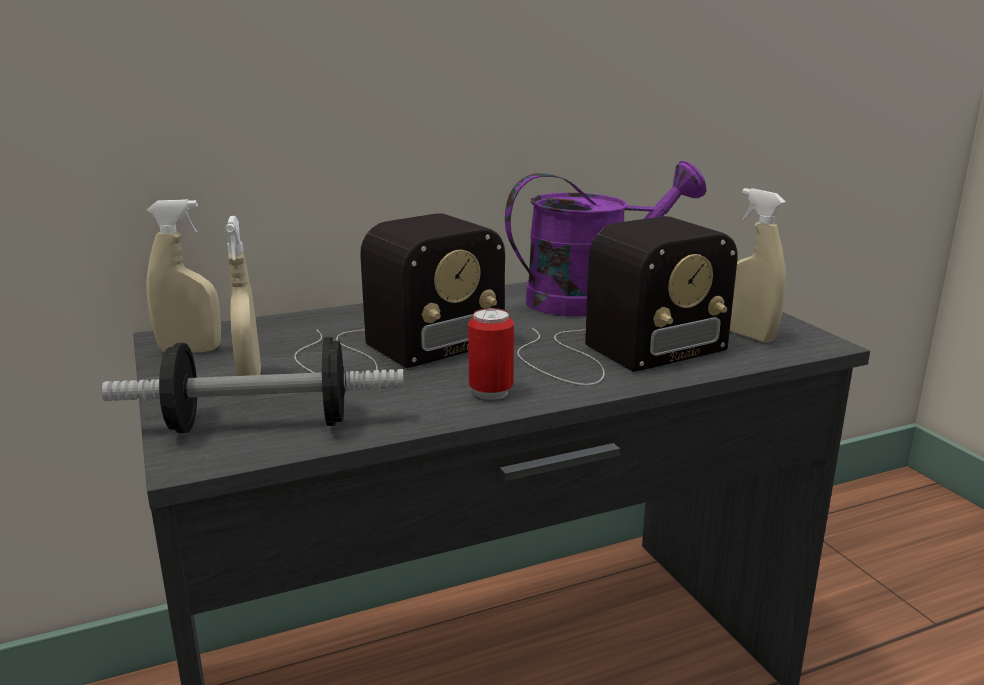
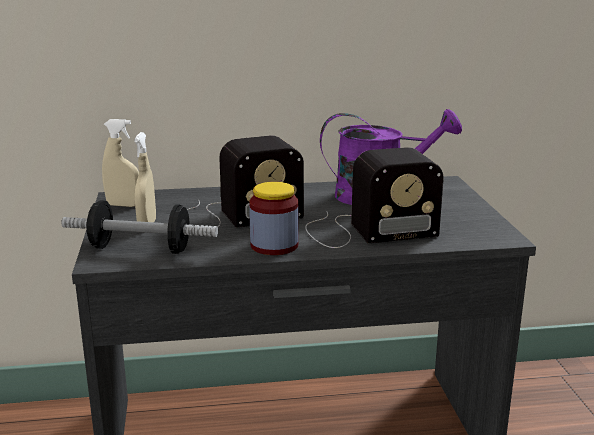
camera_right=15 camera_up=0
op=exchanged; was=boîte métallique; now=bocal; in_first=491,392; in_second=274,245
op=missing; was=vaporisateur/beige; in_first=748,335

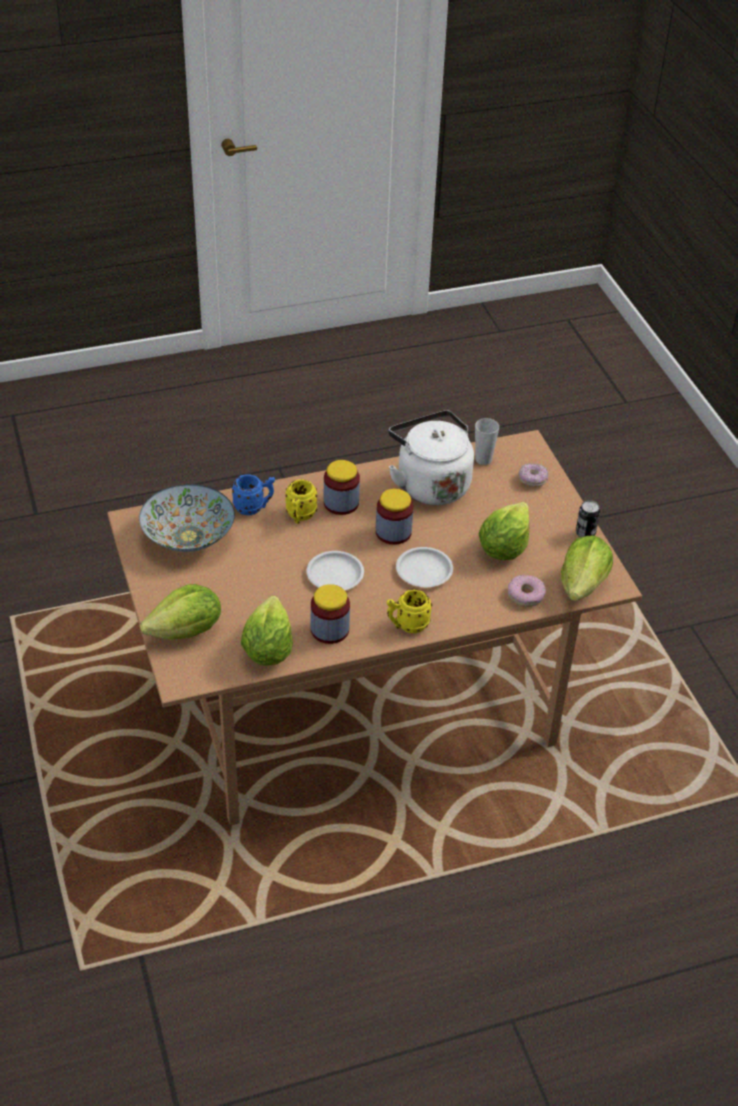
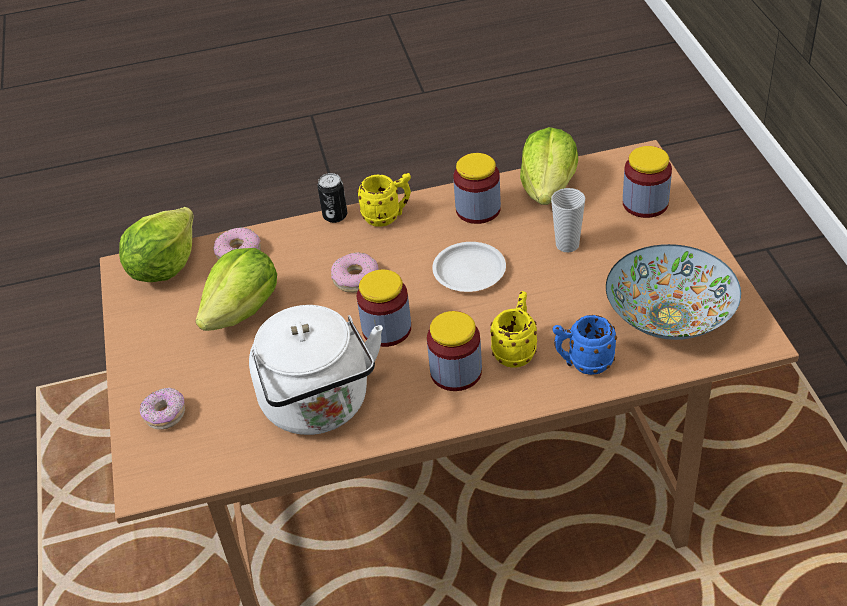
camera_right=-170 camera_up=0
op=relocated; was=boîte métallique; in_first=585,533; in_second=335,216
op=exchanged; was=assiette/blanc; now=beignet; in_first=424,571; in_second=355,278
op=relocated; was=tasse; in_first=483,459; in_second=567,245
op=exchanged; was=laitue; now=bocal; in_first=187,631; in_second=645,203

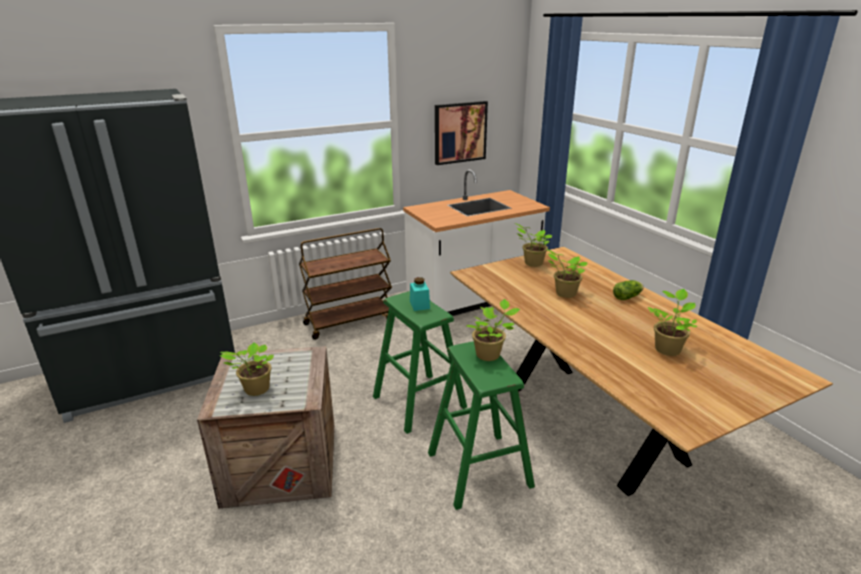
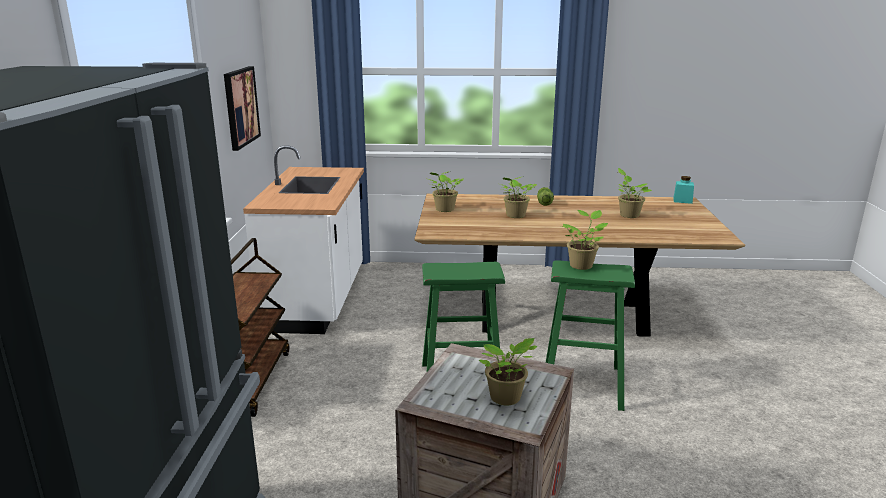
camera_right=-60 camera_up=-5
op=relocated; was=bocal/turquoise; in_first=419,305; in_second=682,201

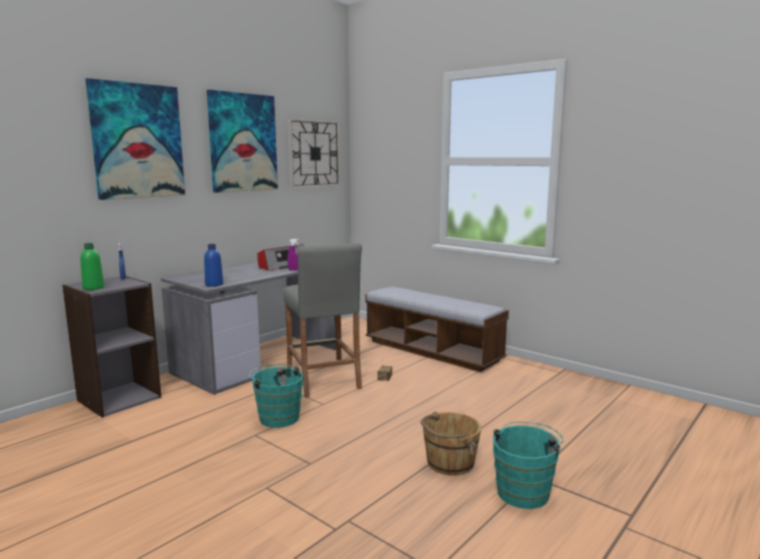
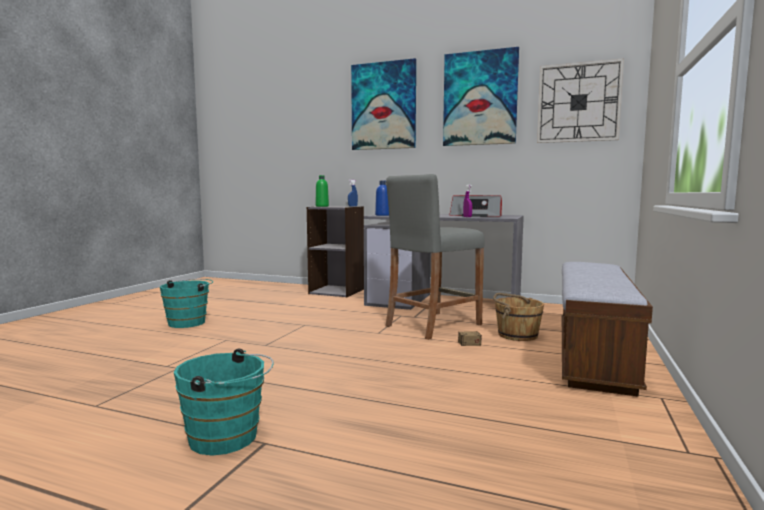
camera_right=70 camera_up=-5
op=relocated; was=seau/turquoise; in_first=277,417; in_second=189,322
op=relocated; was=seau/marron; in_first=449,463; in_second=517,335

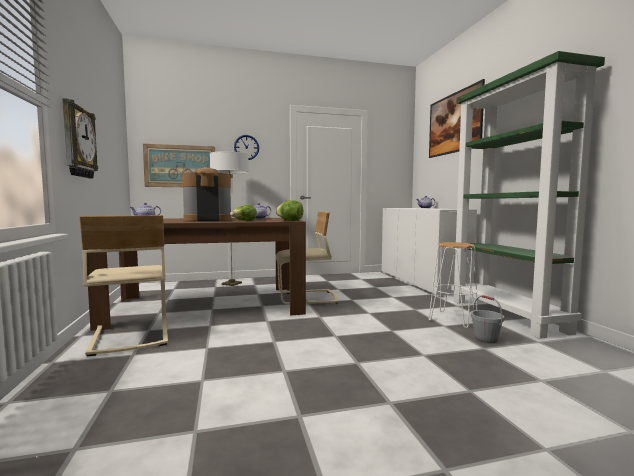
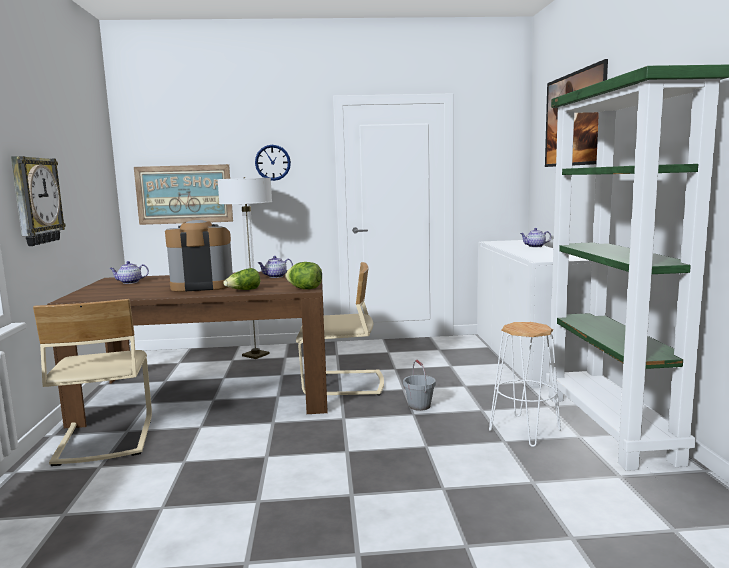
camera_right=10 camera_up=5
op=relocated; was=seau/gris; in_first=486,339; in_second=419,406

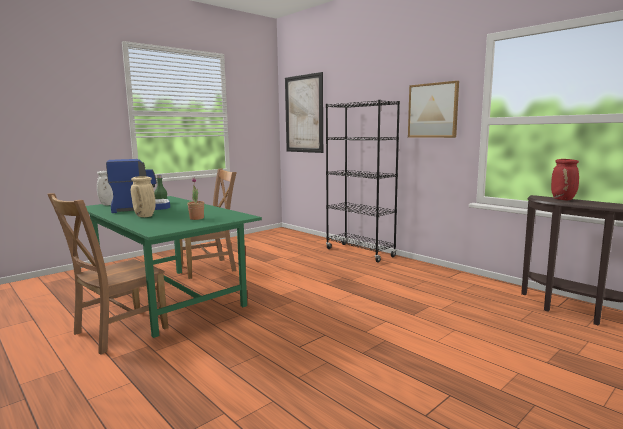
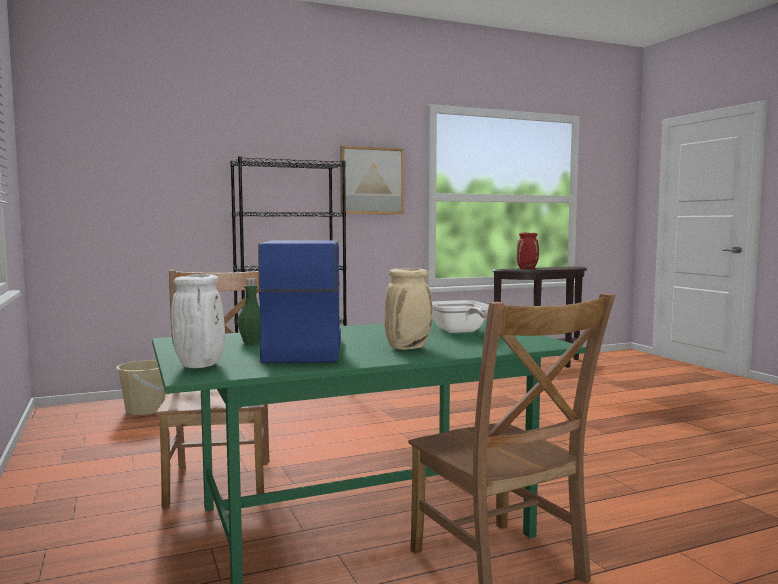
camera_right=-70 camera_up=-5
op=appeared; now=seau/beige; in_second=145,410
op=exchanged; was=plante en pot; now=poêle; in_first=196,218; in_second=459,332
op=missing; was=tableau; in_first=303,114

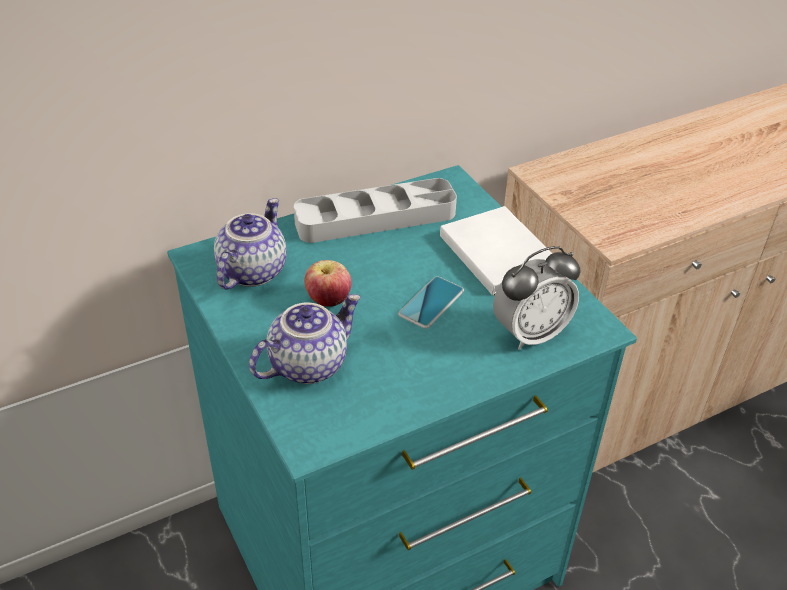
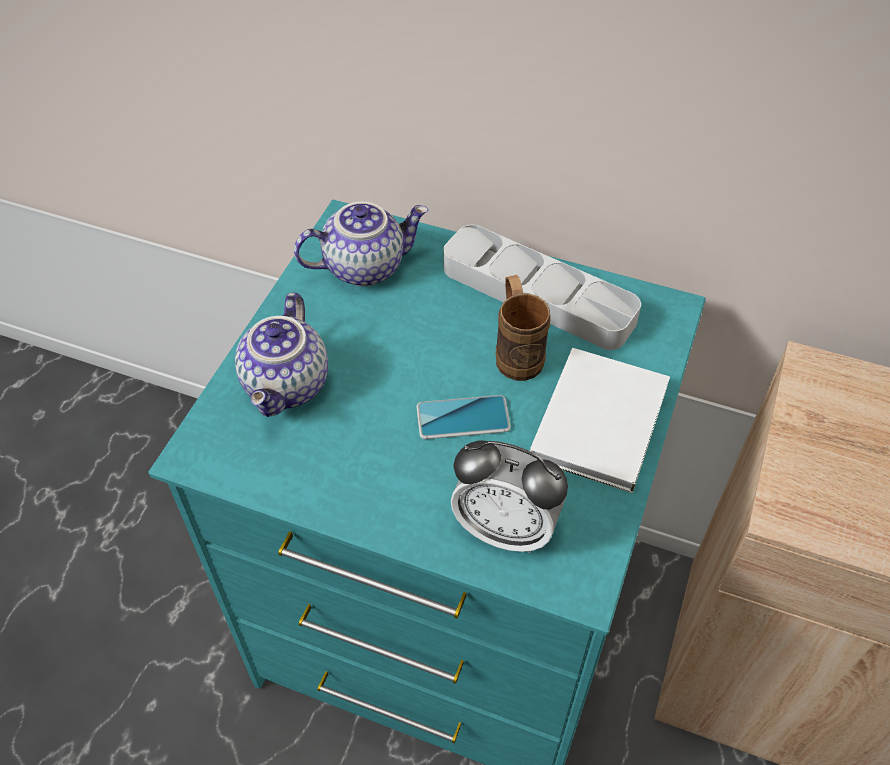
camera_right=50 camera_up=10
op=spun; was=théière; in_first=308,363; in_second=288,386; clockwise=90
op=appeared; now=mug/marron; in_second=516,352
op=missing; was=pomme; in_first=328,300

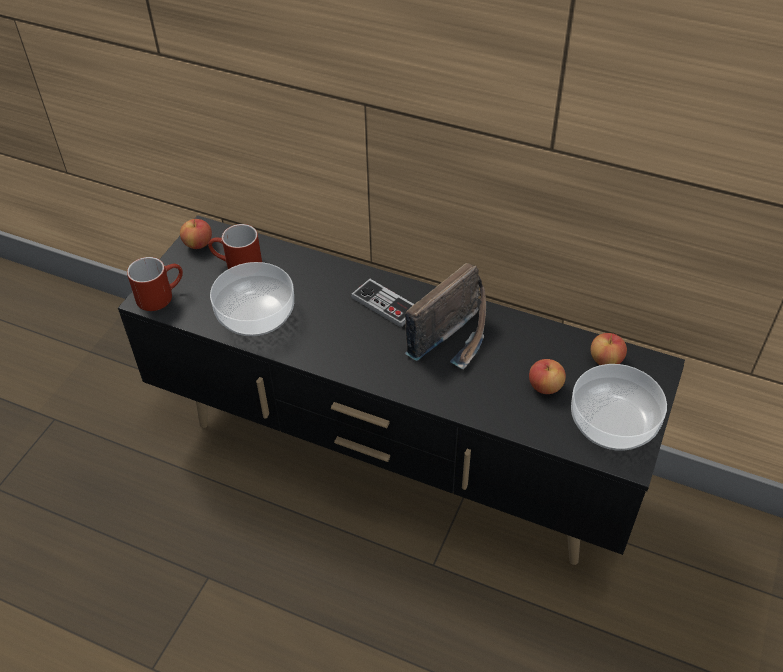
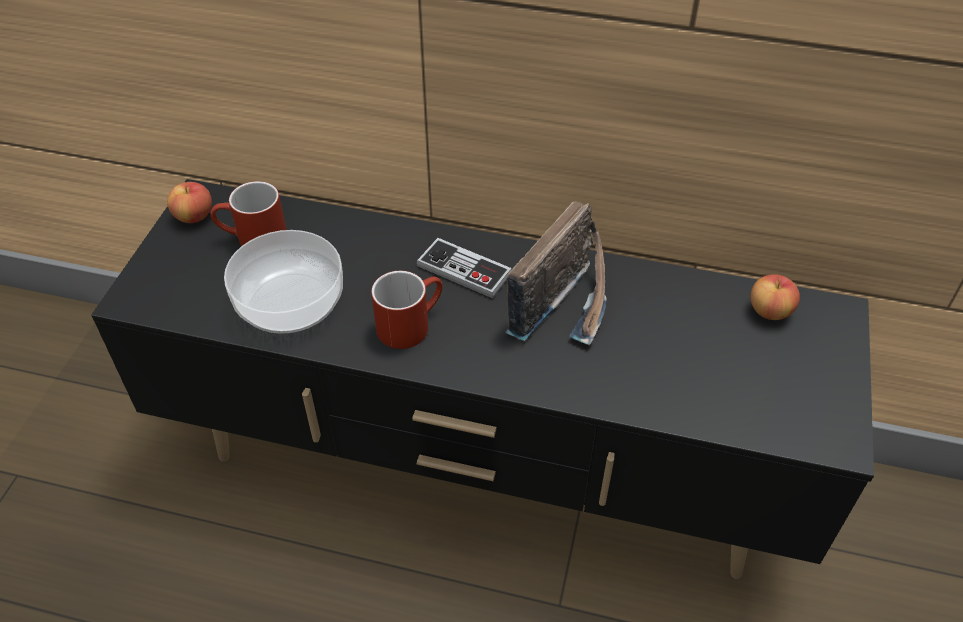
camera_right=-10 camera_up=0
op=relocated; was=mug/rouge; in_first=161,295; in_second=410,323
op=missing; was=pomme; in_first=545,386
op=missing; was=bol; in_first=611,422

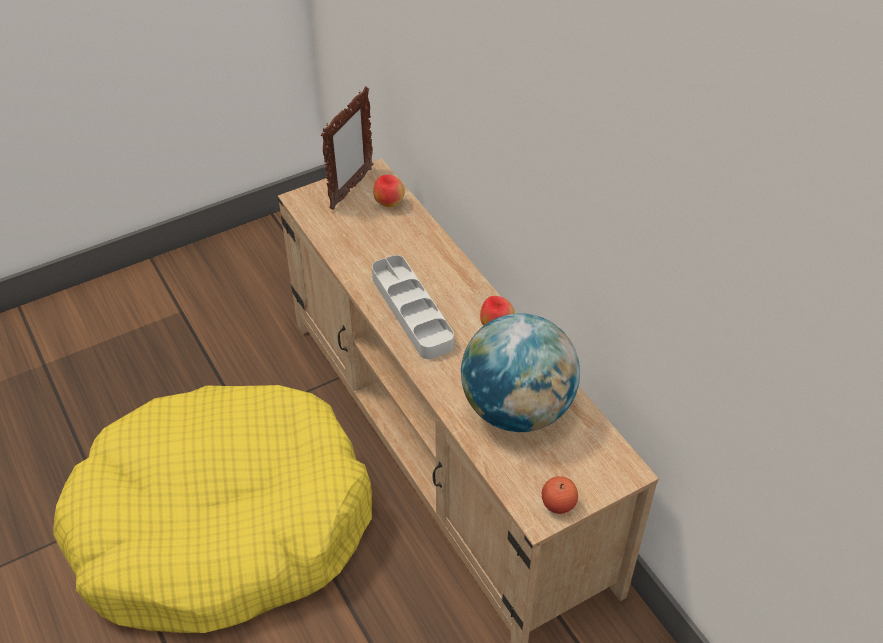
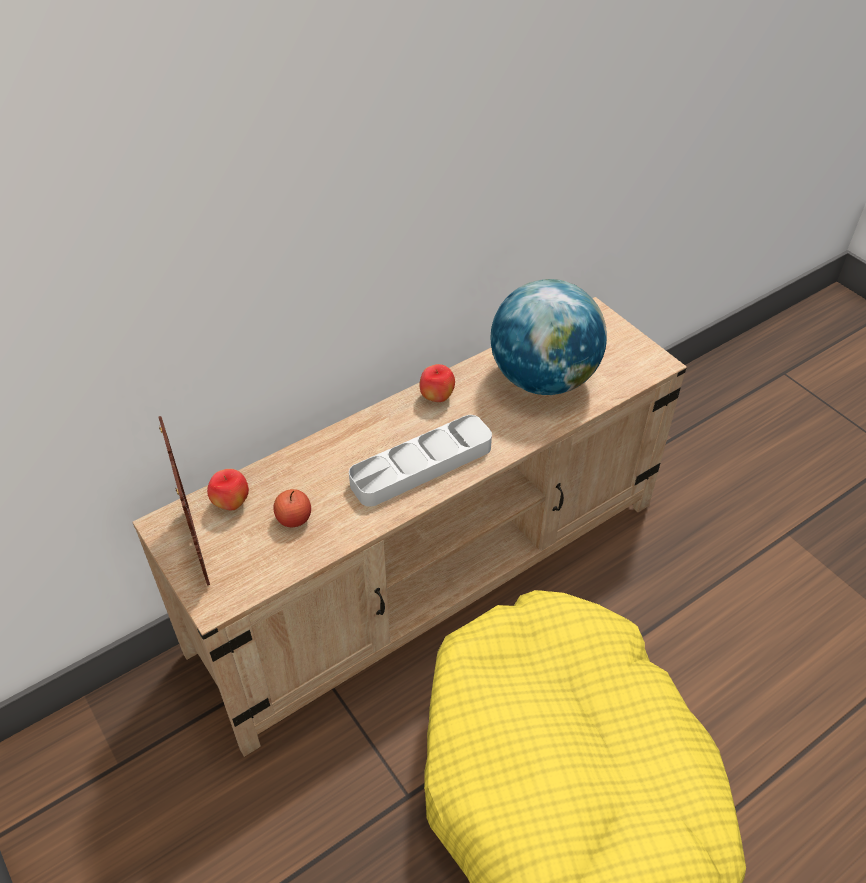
camera_right=-95 camera_up=0
op=spun; was=cadre photo; in_first=351,189; in_second=197,547; clockwise=45
op=relocated; was=pomme; in_first=558,504; in_second=294,518

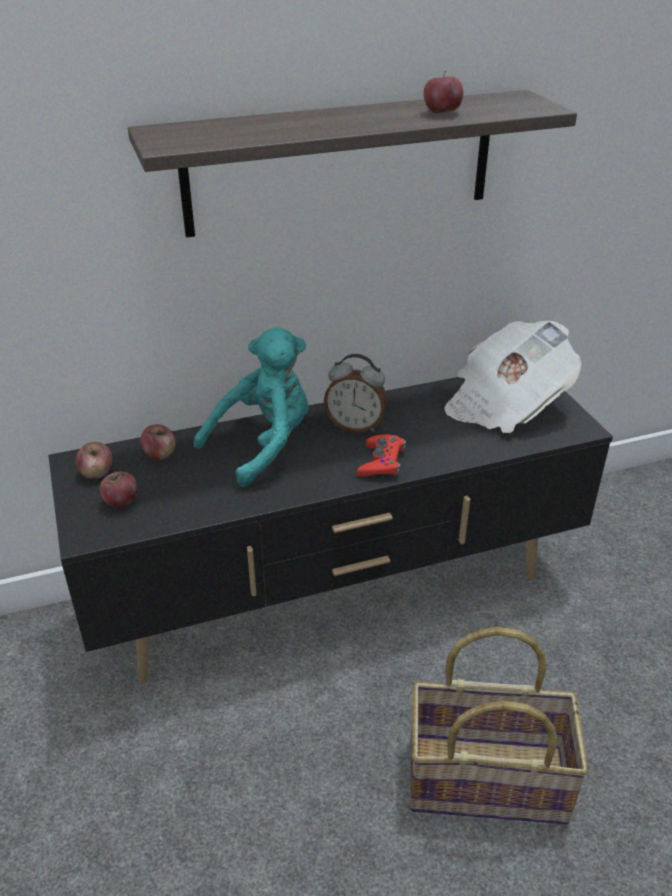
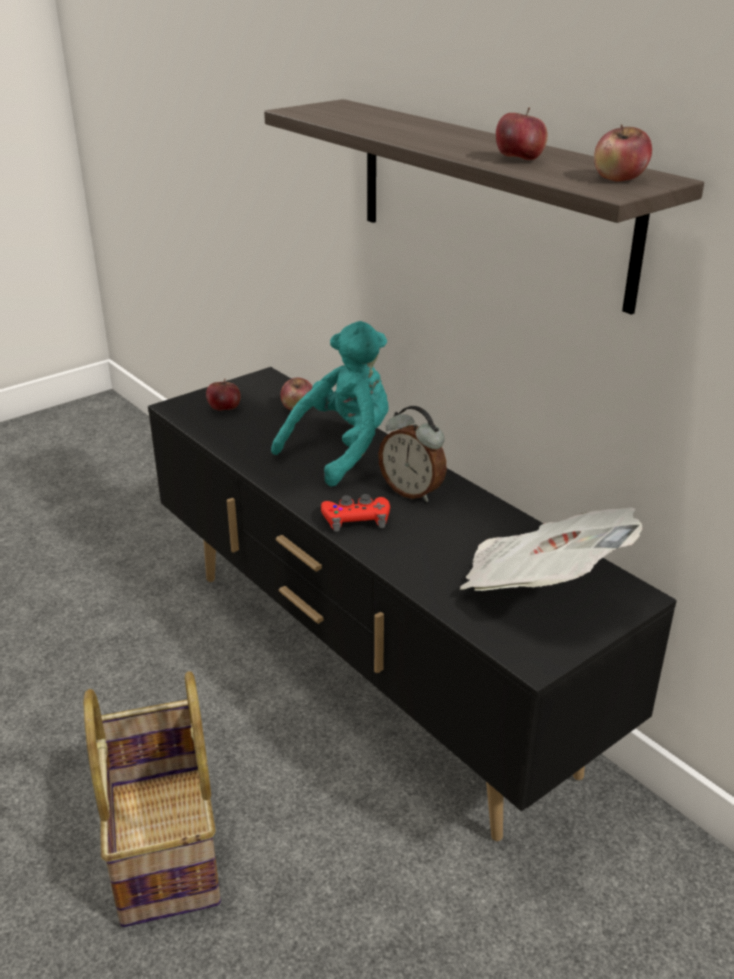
camera_right=70 camera_up=-5
op=spun; was=peluche/turquoise; in_first=264,445; in_second=342,450; clockwise=-75
op=spun; was=réveil; in_first=355,426; in_second=412,491; clockwise=-45
op=relocated; was=pomme; in_first=97,473; in_second=619,179

